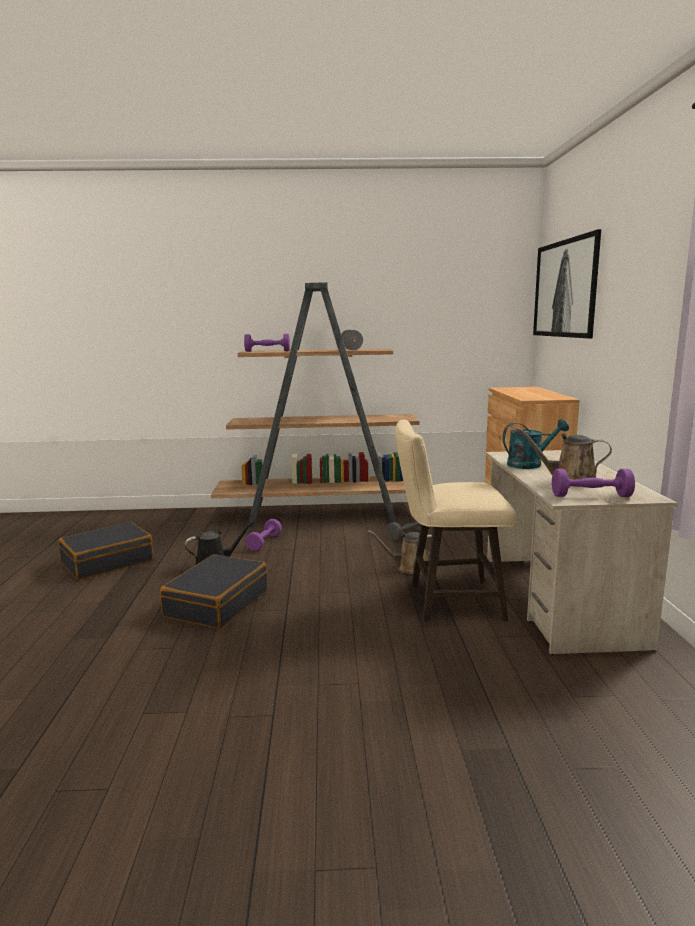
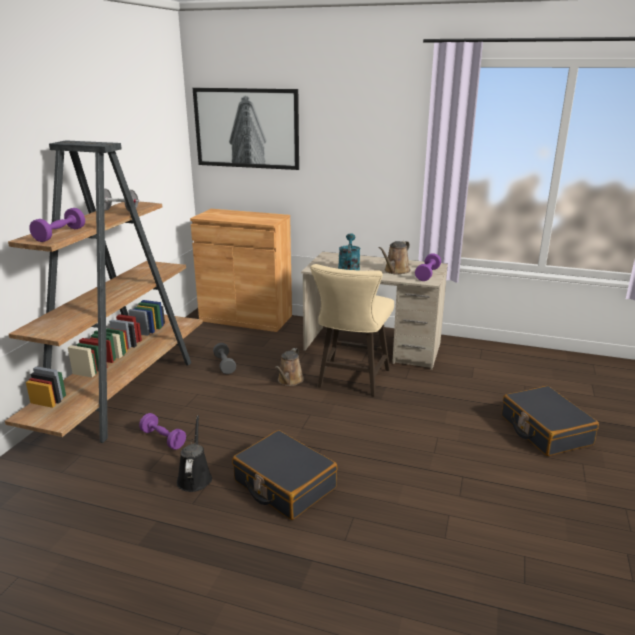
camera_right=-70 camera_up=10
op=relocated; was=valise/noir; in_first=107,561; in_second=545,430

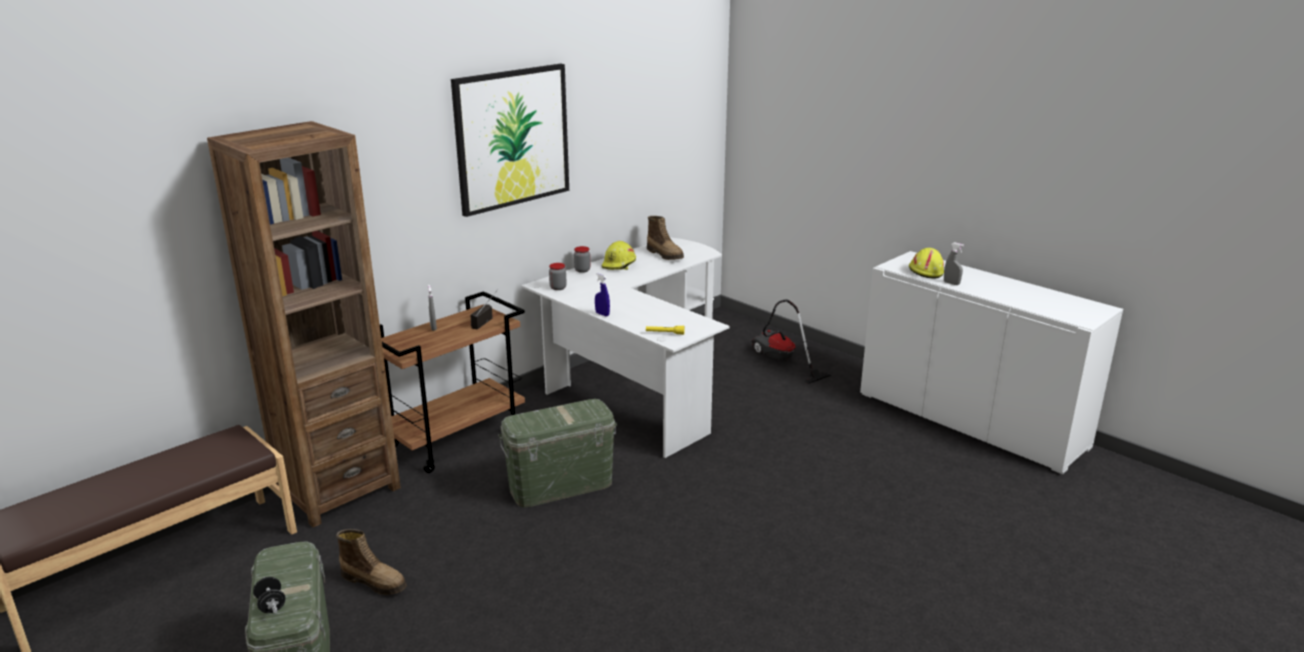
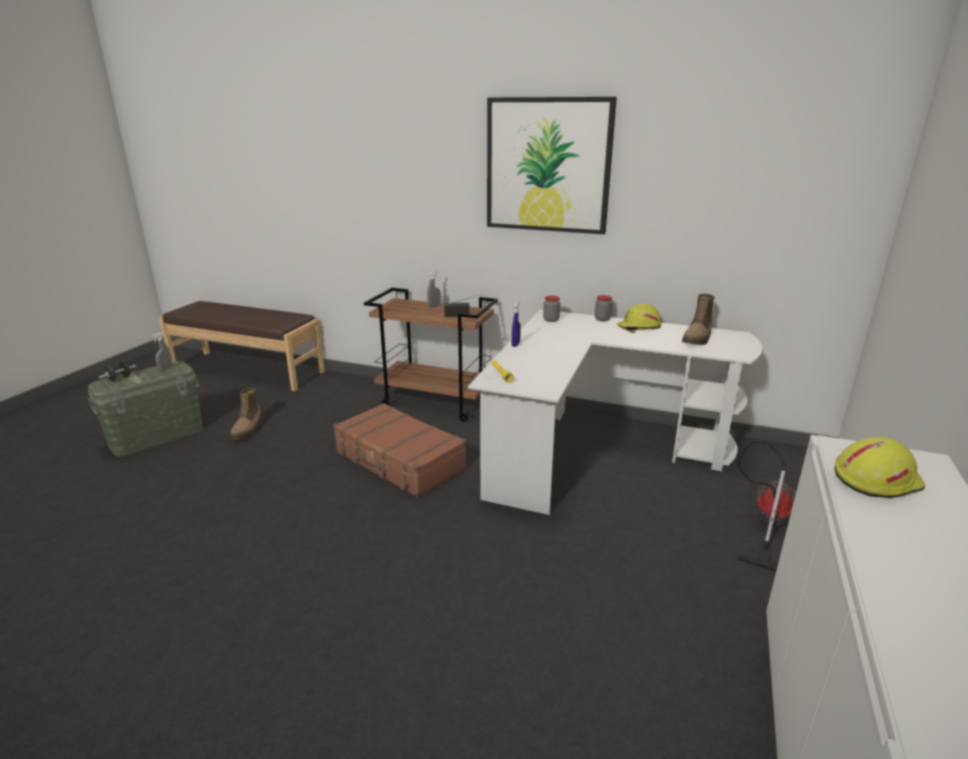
camera_right=65 camera_up=0
op=relocated; was=vaporisateur/gris; in_first=951,283; in_second=166,369
op=exchanged; was=boîte de rangement/vert; now=valise/marron; in_first=561,485; in_second=399,461
op=missing; was=bibliothèque/marron; in_first=338,490

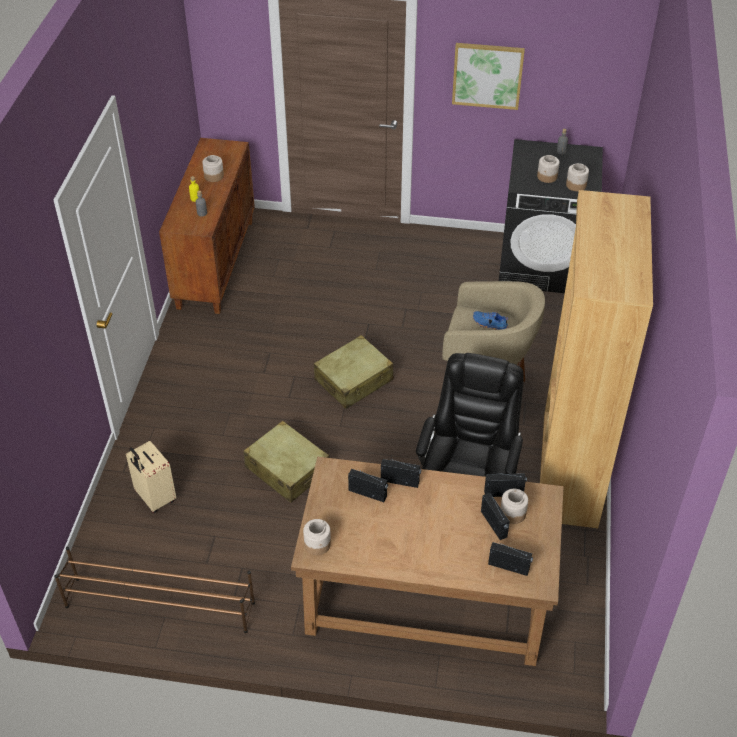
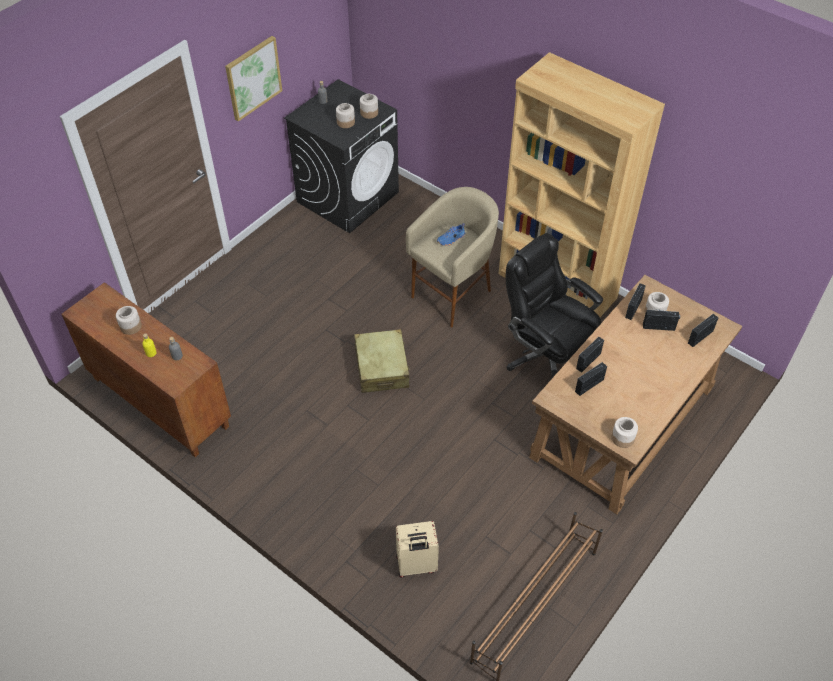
camera_right=-60 camera_up=5
op=missing; was=valise/beige; in_first=287,469

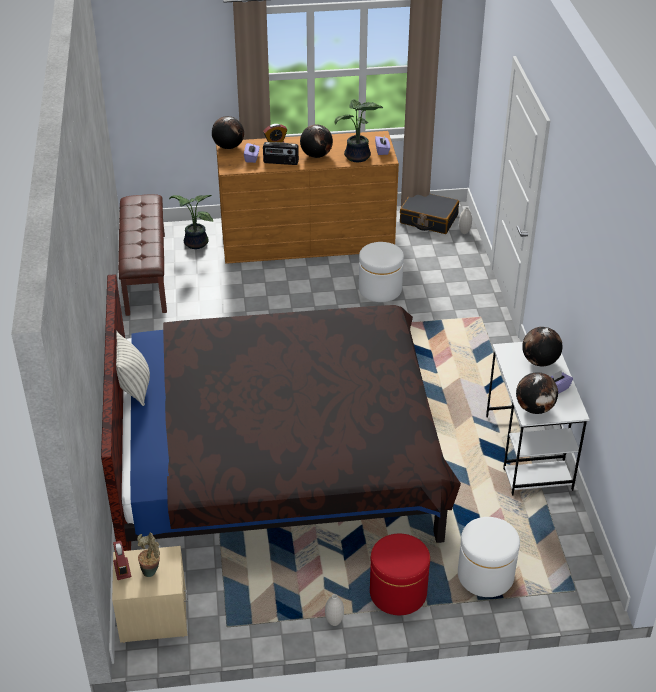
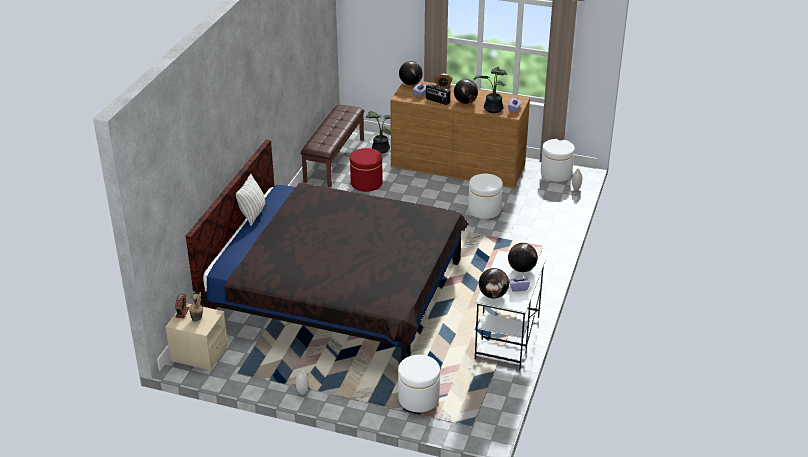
camera_right=25 camera_up=-5
op=relocated; was=pouf/rouge; in_first=398,593; in_second=366,183
op=exchanged; was=valise/noir; now=pouf/blanc; in_first=428,219; in_second=556,173

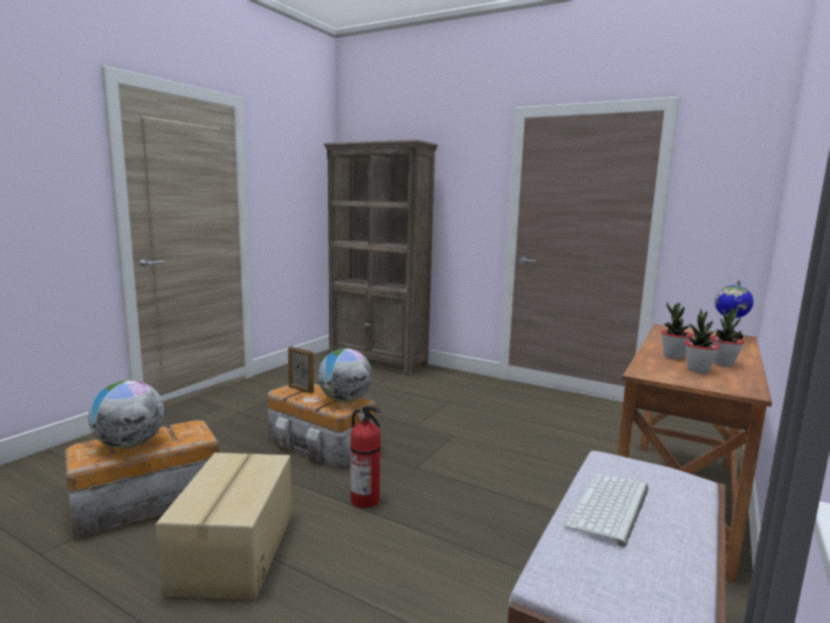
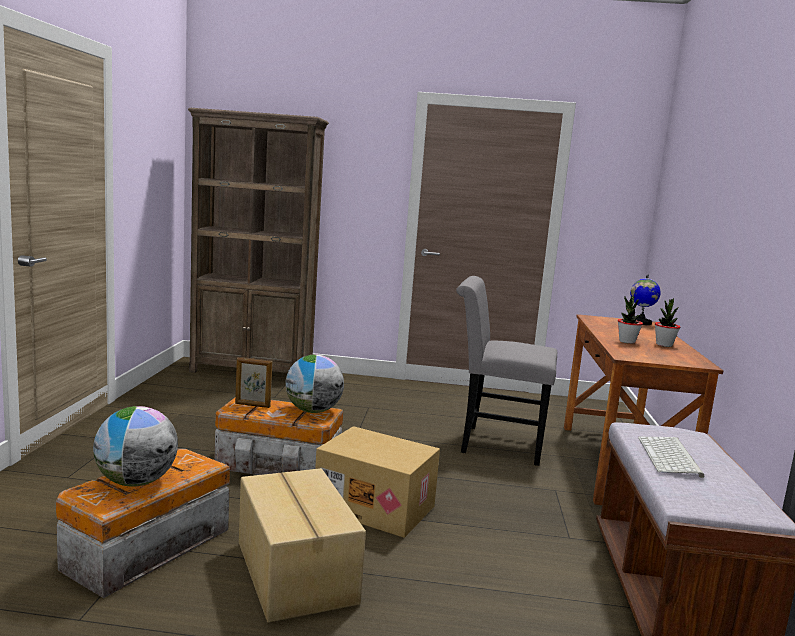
camera_right=-25 camera_up=0
op=exchanged; was=extincteur; now=carton; in_first=366,500; in_second=376,507
op=appeared; now=chaise/gris; in_second=494,444
op=missing; was=plante en pot; in_first=698,369

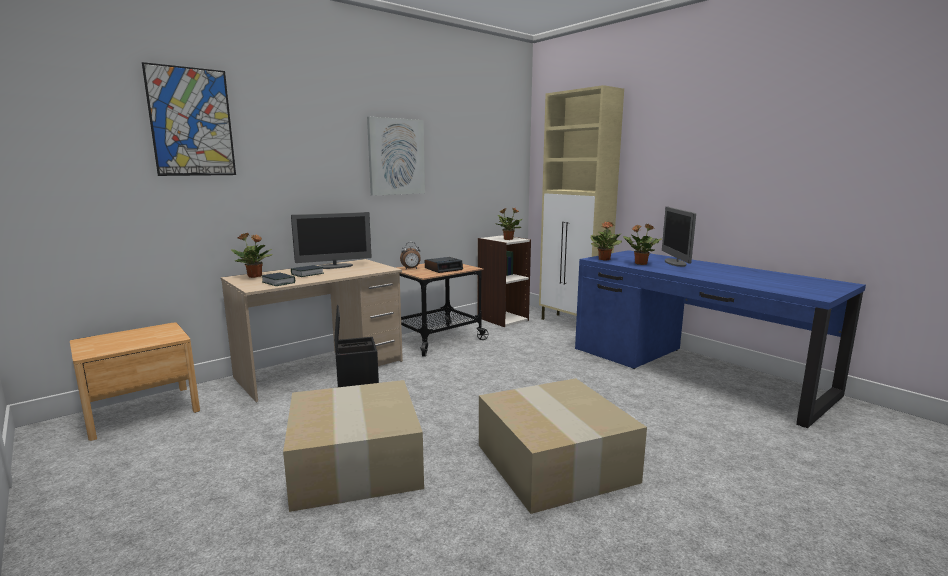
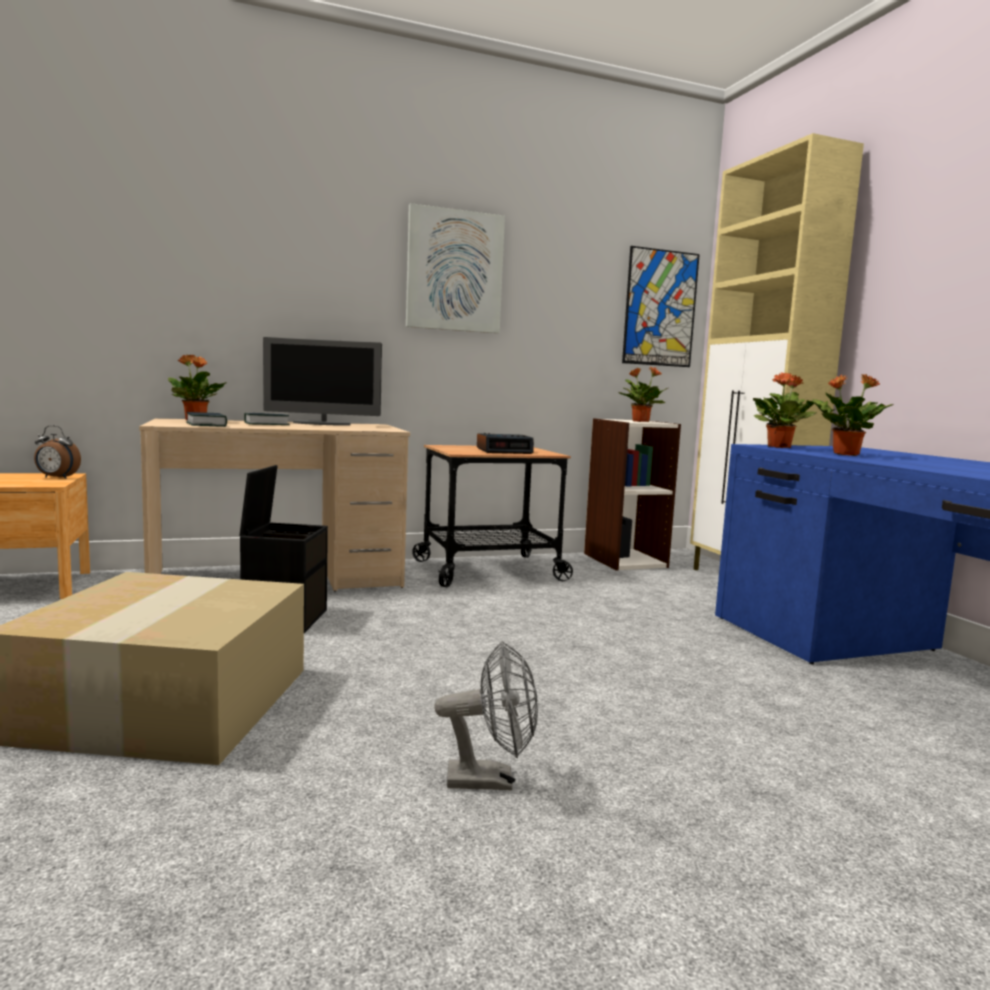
camera_right=20 camera_up=-5
op=relocated; was=réveil; in_first=411,269; in_second=56,478
op=exchanged; was=carton; now=ventilateur/gris; in_first=552,462; in_second=491,780
op=relocated; was=tableau; in_first=191,122; in_second=660,308
op=missing; was=écran d'ordinateur; in_first=675,263

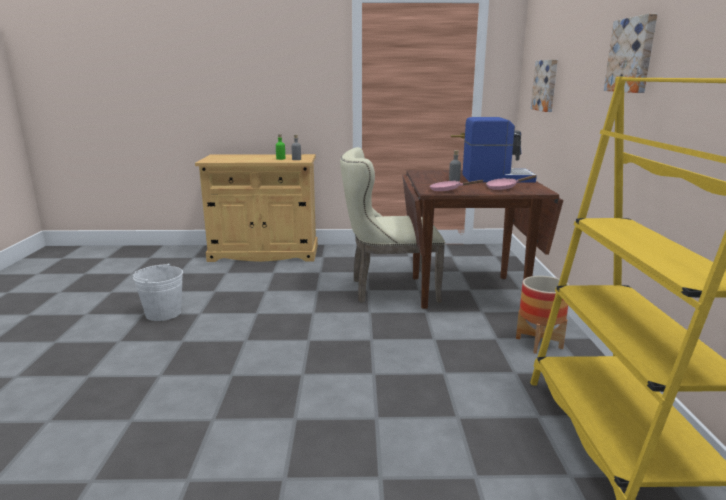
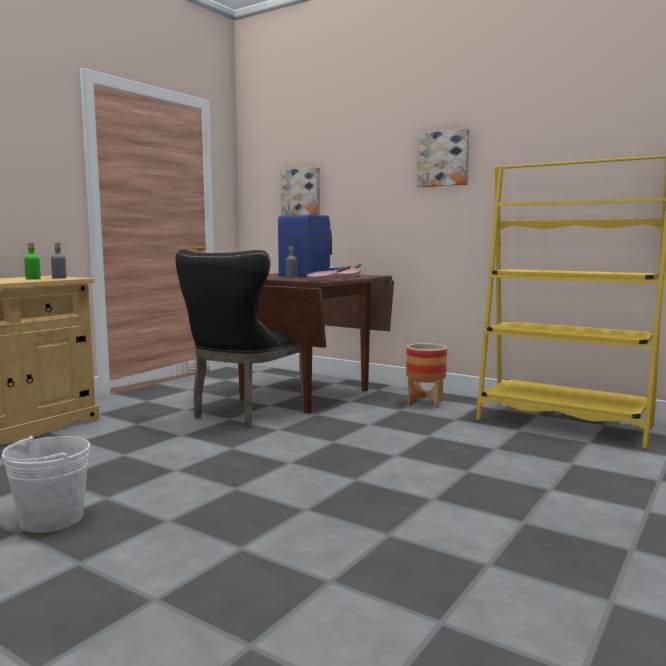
camera_right=-55 camera_up=-10
op=colour; was=chaise/beige; now=chaise/noir; in_first=388,289; in_second=245,413

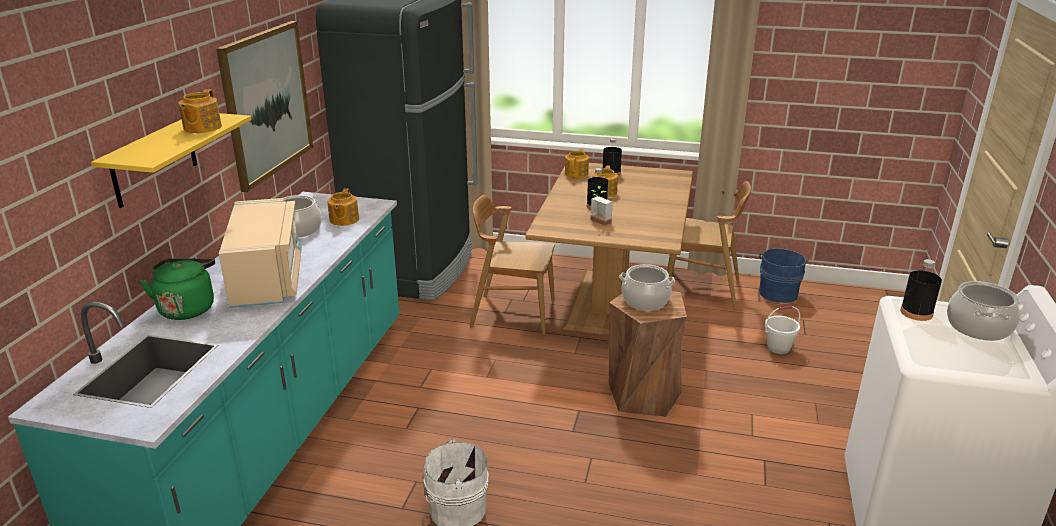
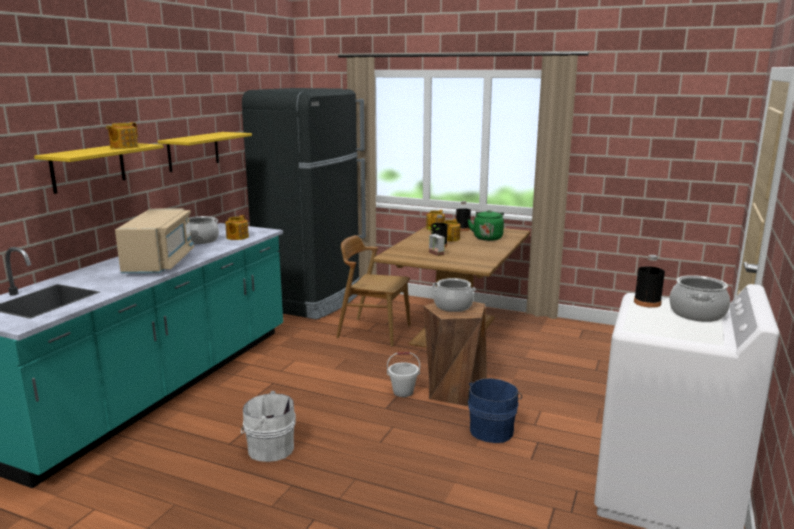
camera_right=10 camera_up=-10
op=exchanged; was=tableau; now=étagère/jaune; in_first=267,103; in_second=193,151
op=relocated; was=seau/blanc; in_first=778,348; in_second=403,392
op=relocated; was=bouilloire/vert; in_first=188,308; in_second=487,237
op=relocated; was=seau/bleu; in_first=778,292; in_second=492,429
op=missing; was=chaise/marron; in_first=702,289

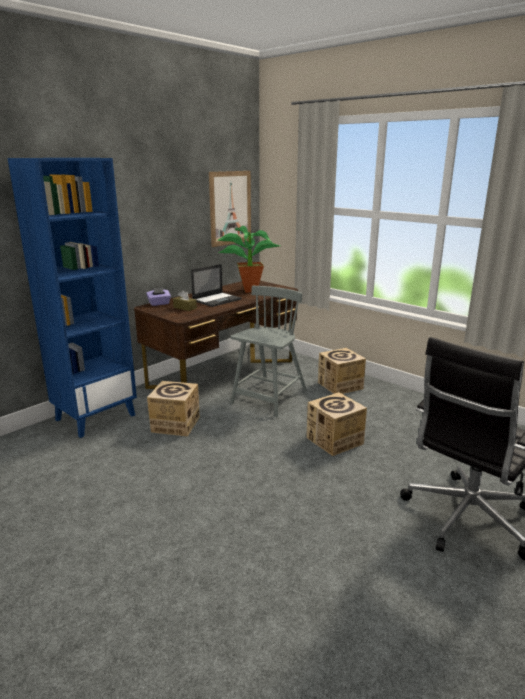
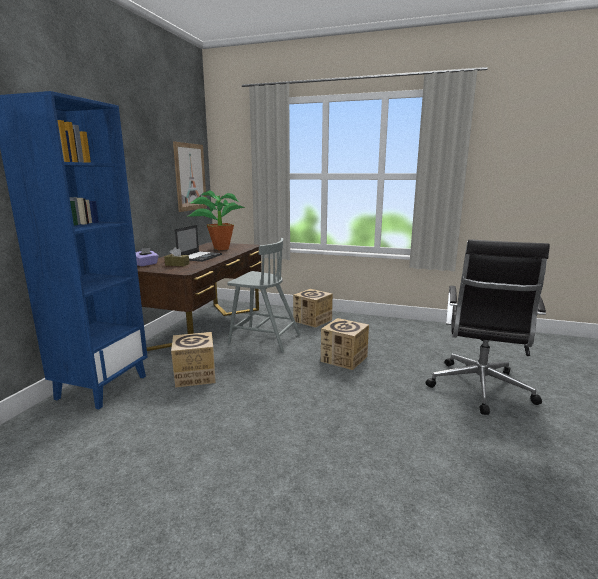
camera_right=-25 camera_up=-5
op=spun; was=chaise/gris; in_first=269,398; in_second=263,339; clockwise=105

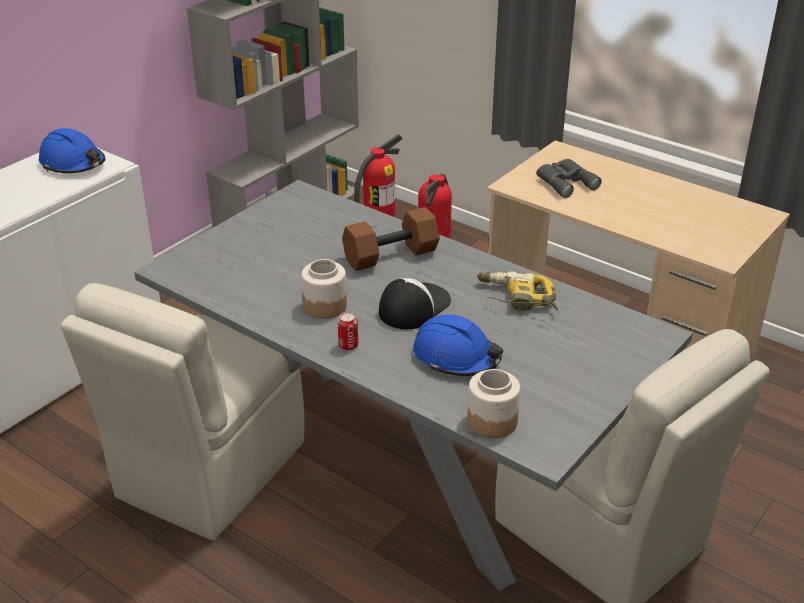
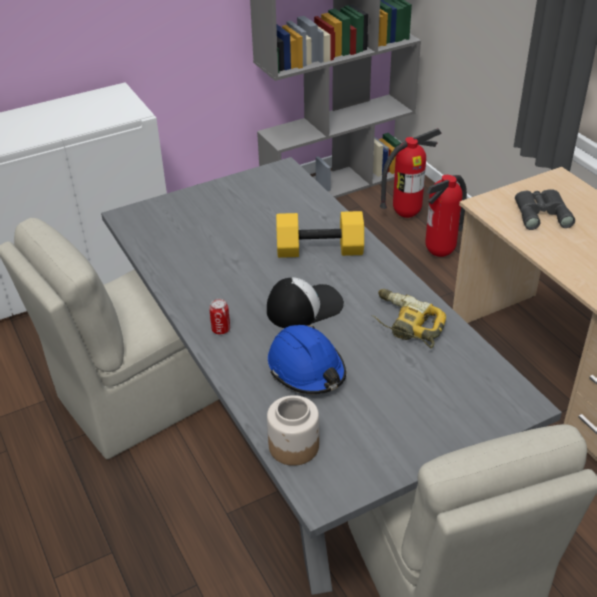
camera_right=25 camera_up=5
op=colour; was=haltère/marron; now=haltère/jaune; in_first=390,256; in_second=319,250
op=missing; was=casque de chantier/bleu; in_first=73,164
op=missing; was=bocal; in_first=325,306

